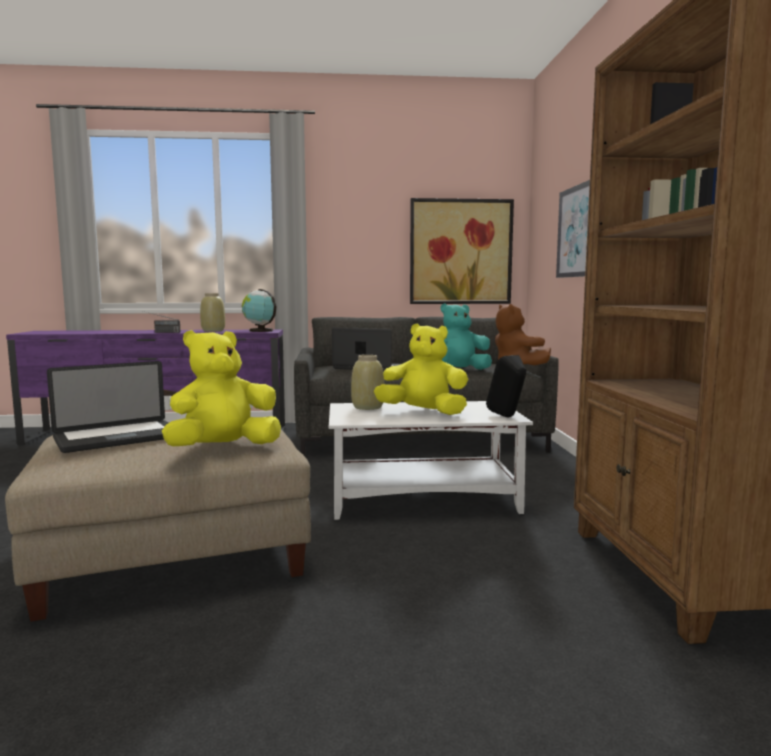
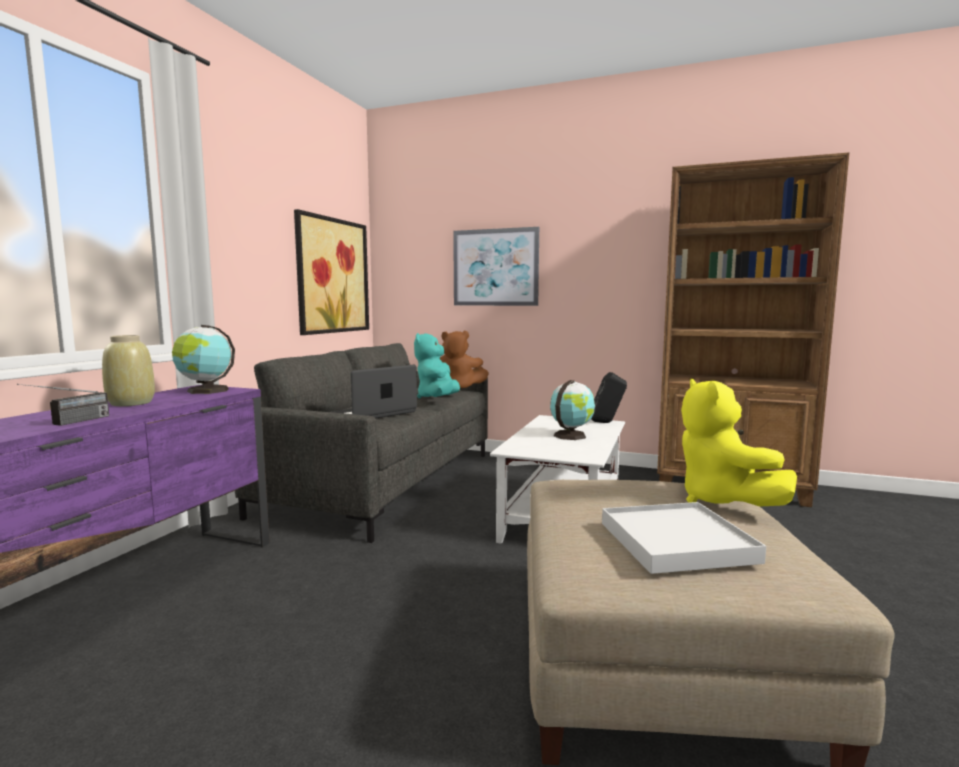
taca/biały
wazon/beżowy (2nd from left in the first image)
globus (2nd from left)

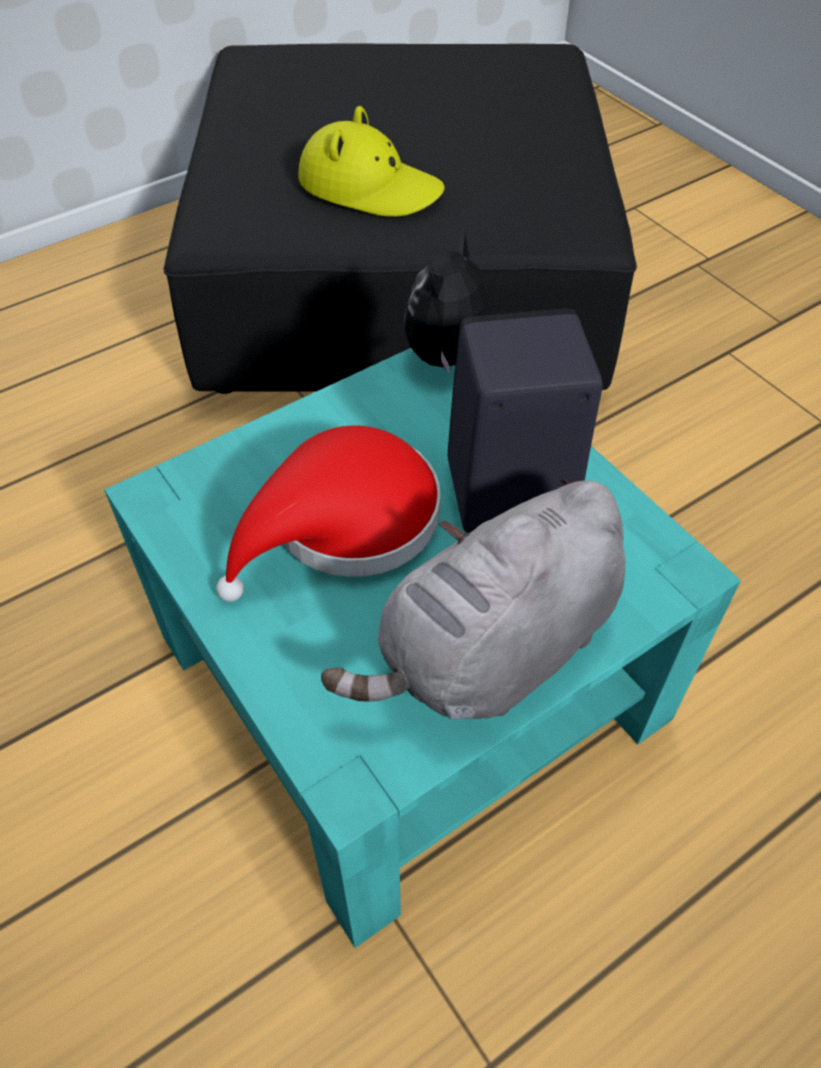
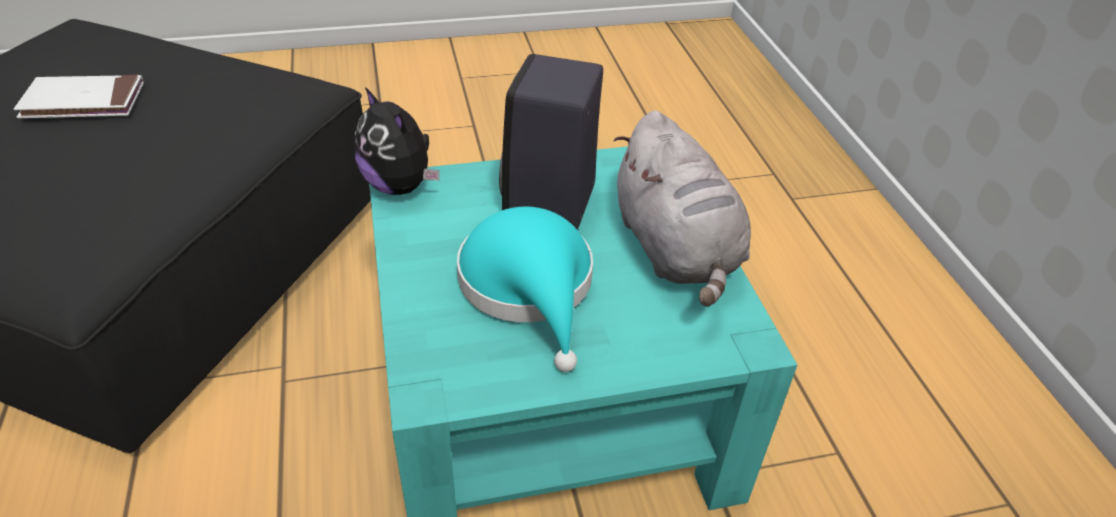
kapelusz/turkusowy
kapelusz/żółty
książka/biały

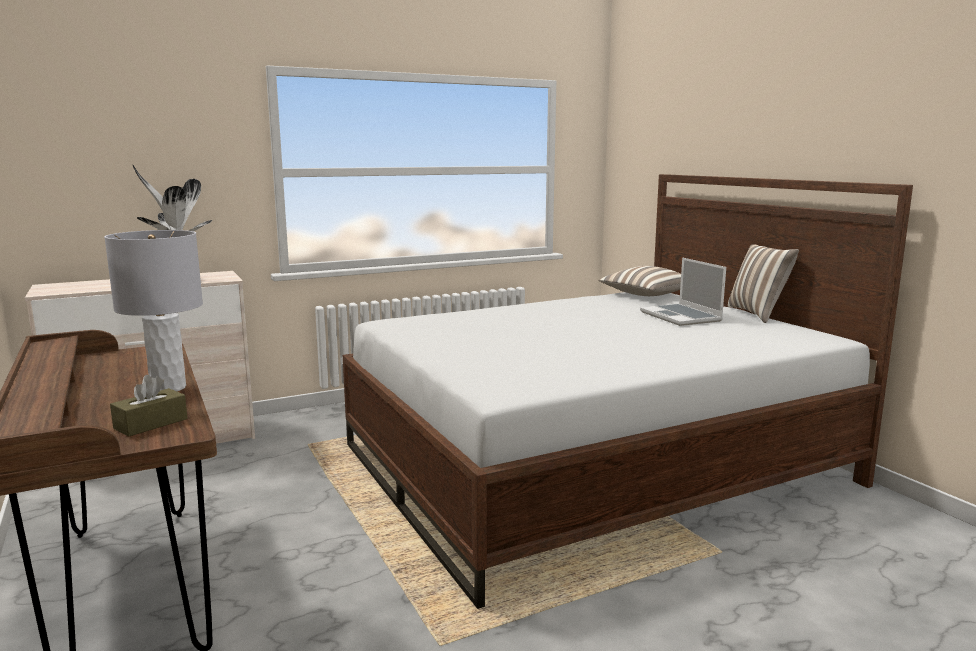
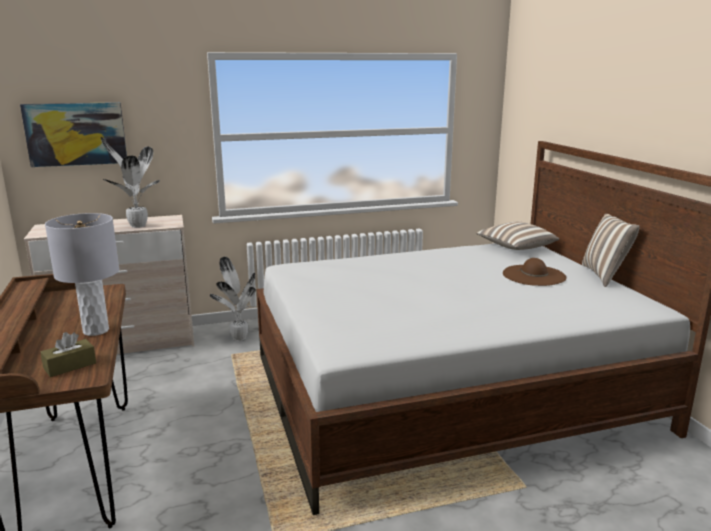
kapelusz/brązowy
obraz
roślina doniczkowa (2nd from left)

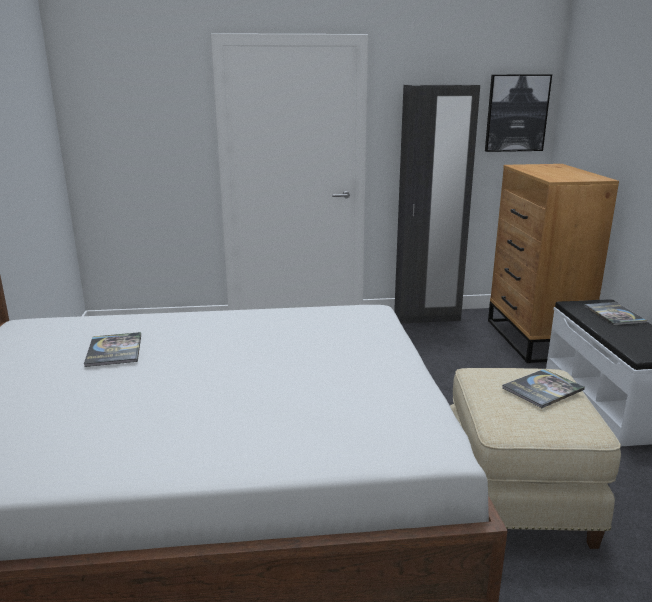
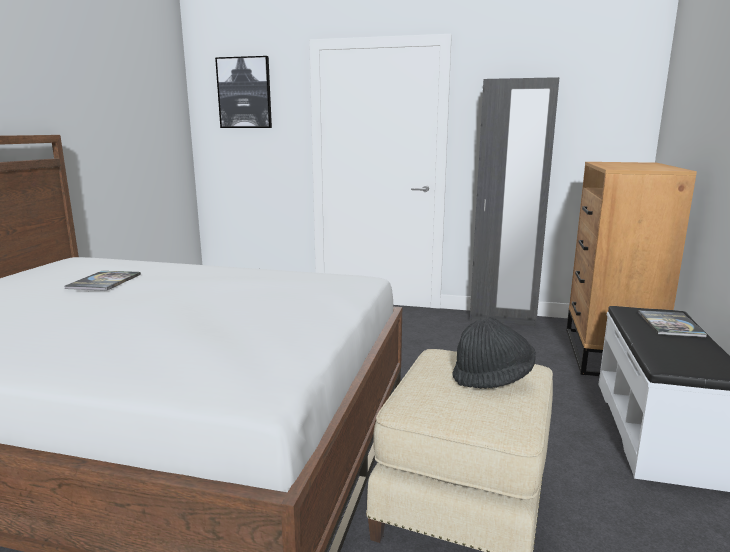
obraz
kapelusz/czarny

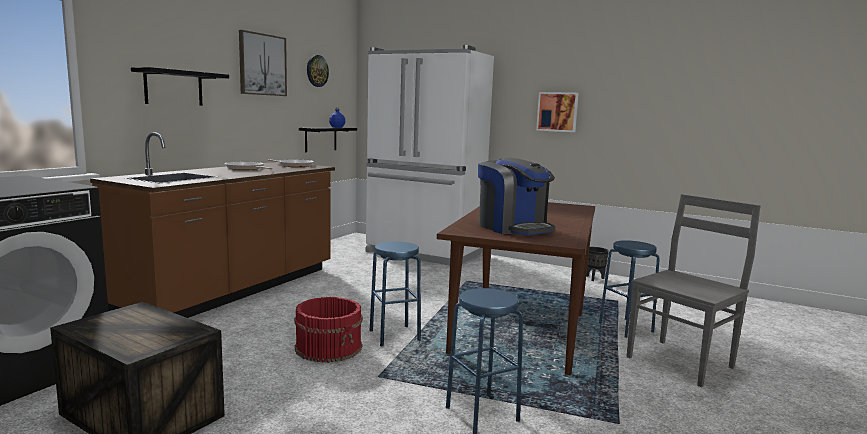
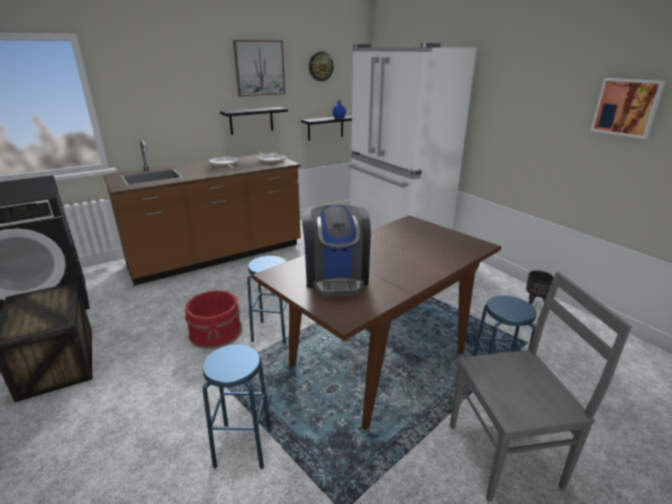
półka/czarny (1st from left)
obraz (2nd from left)

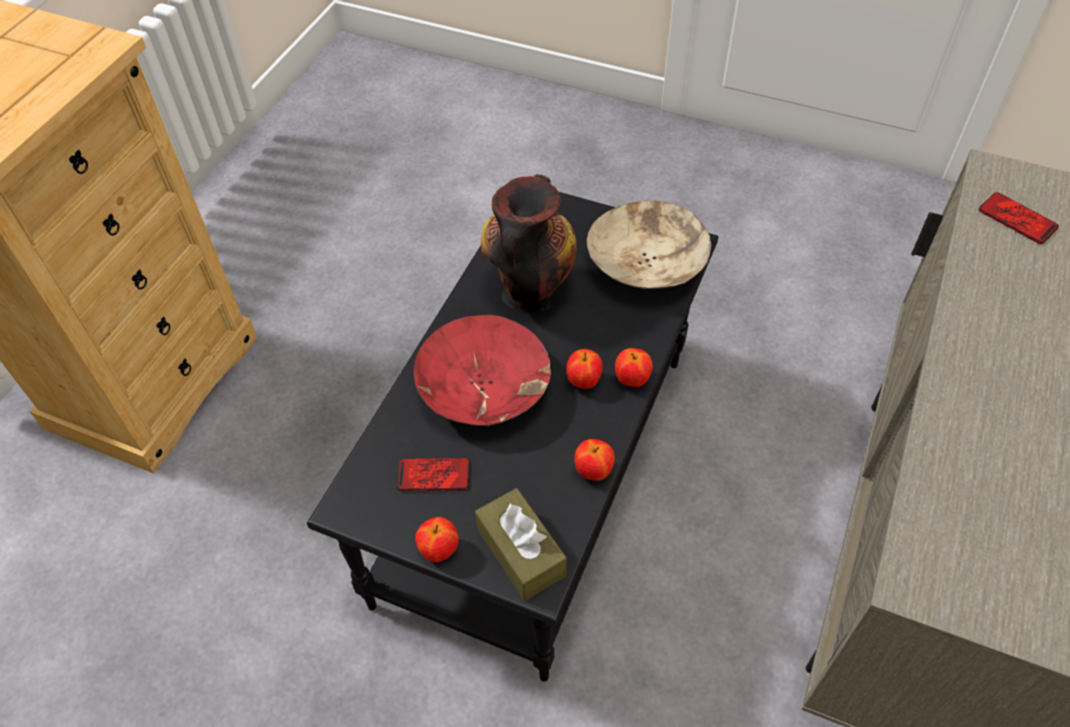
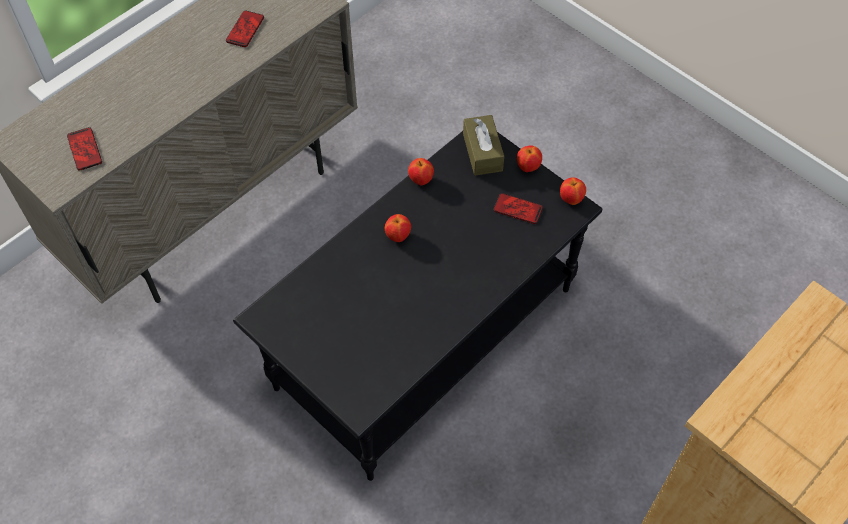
miska/czerwony
wazon
miska/beżowy
jabłko (4th from left)
telefon (2nd from left)

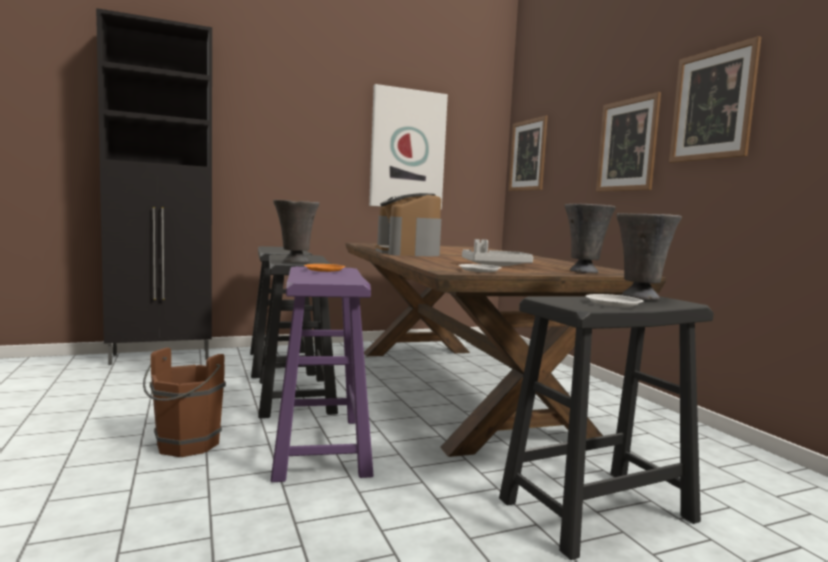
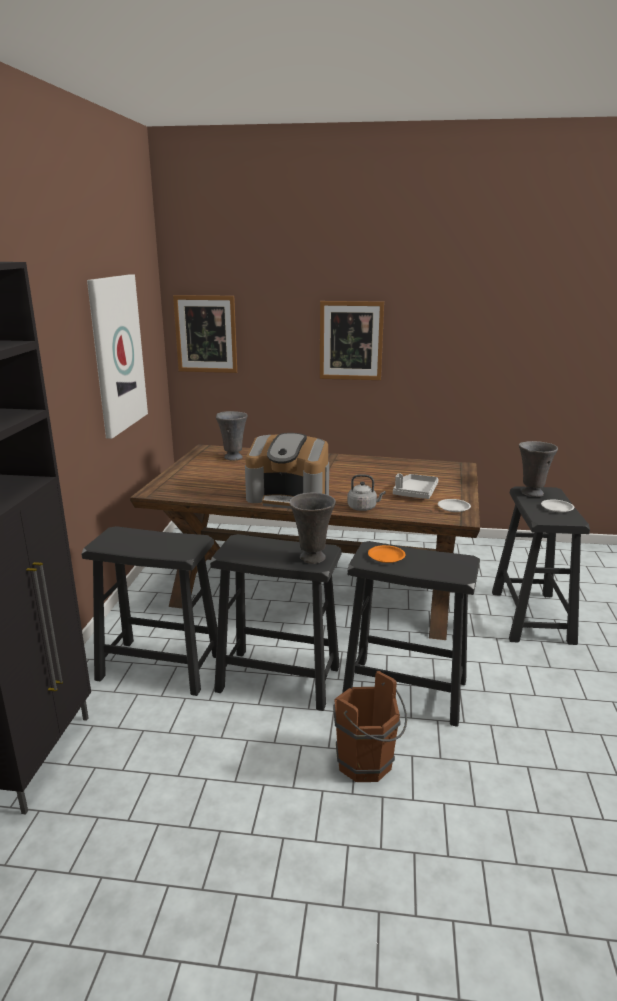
stołek/czarny (3rd from left)
wazon/szary (1st from left)
obraz (4th from left in the first image)
czajnik/szary

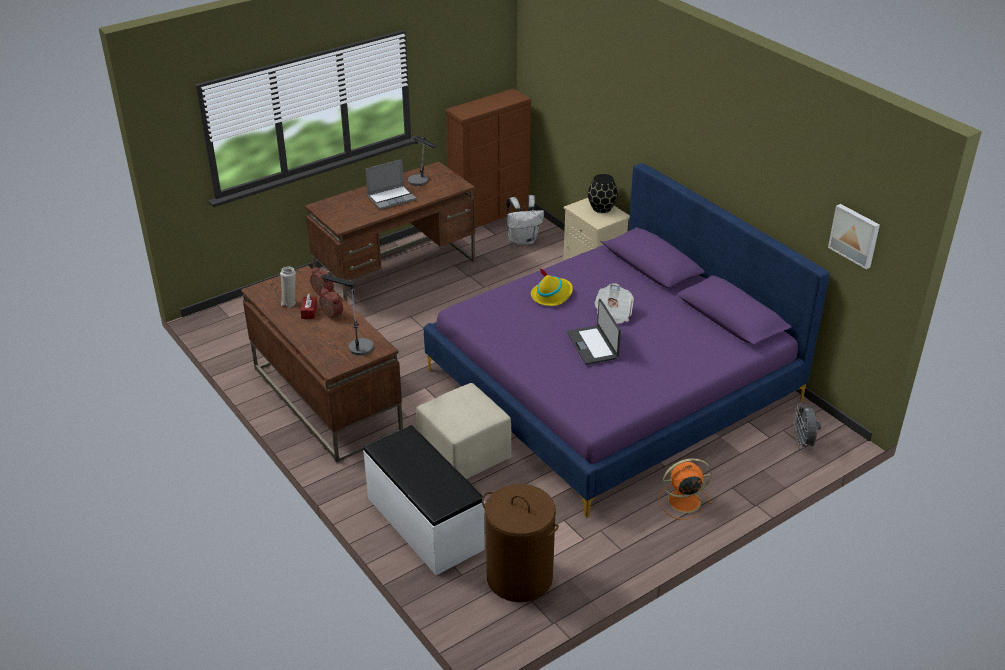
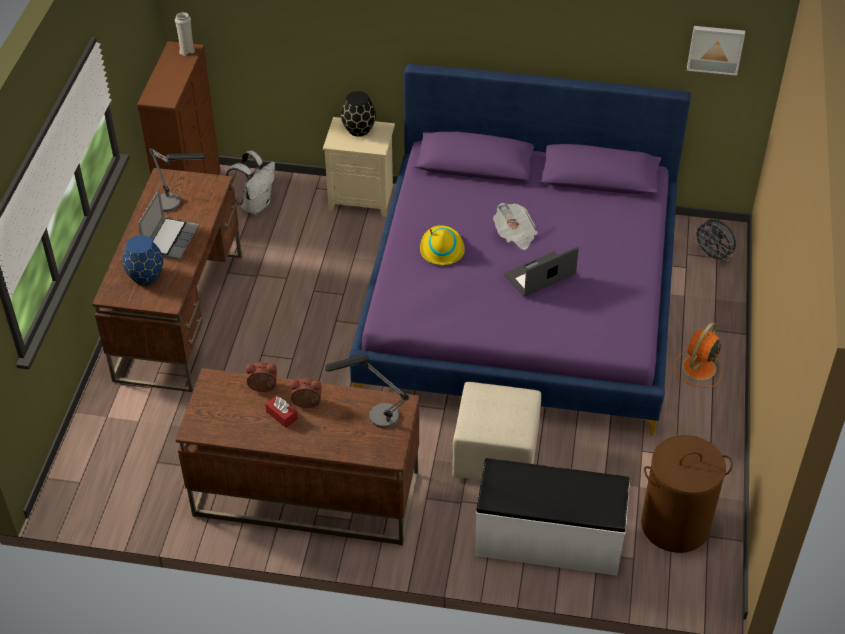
wazon/biały
laptop (2nd from left)
wazon/niebieski

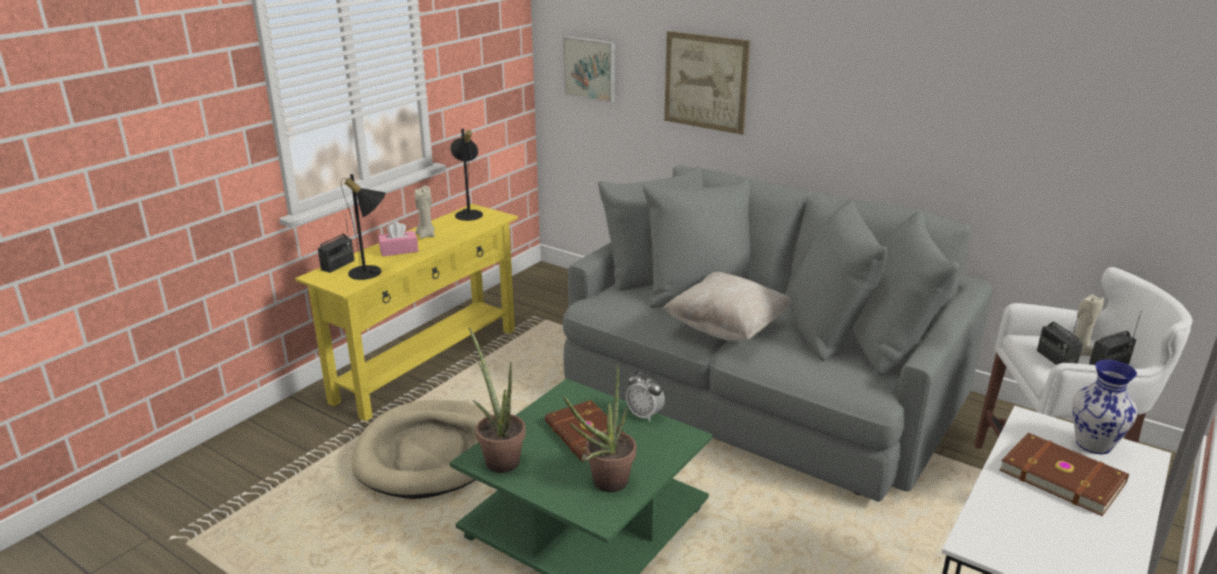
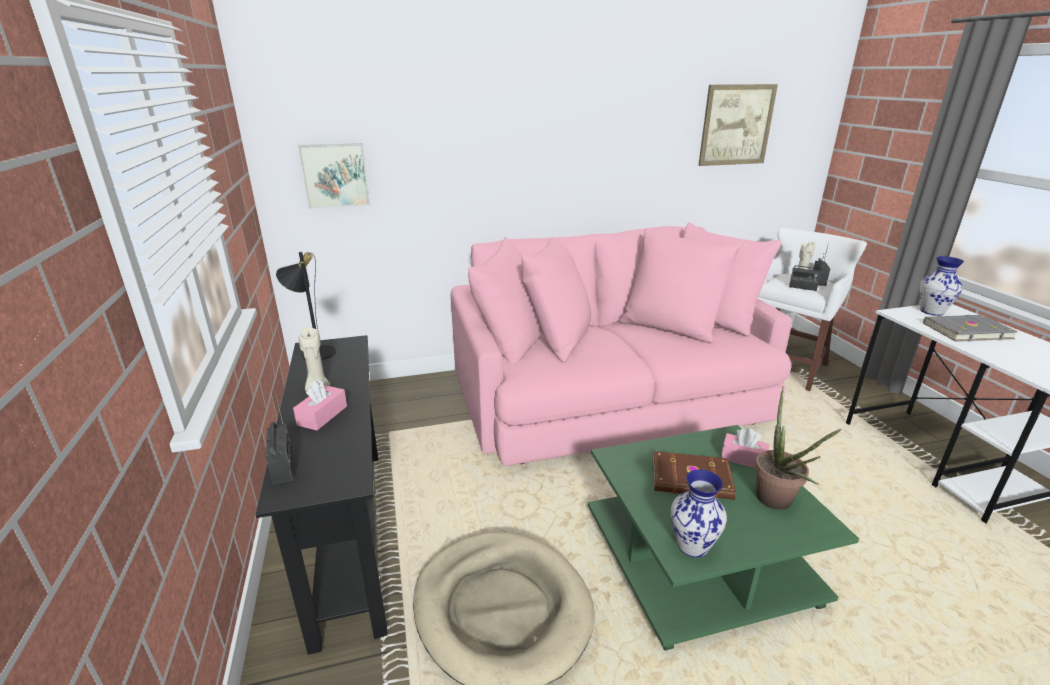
stolik konsolowy/czarny
lampa stołowa/czarny (1st from left in the first image)
wazon (1st from left)
kanapa/różowy
budzik
poduszka/beżowy
obraz (2nd from left)
książka/szary
pudełko chusteczek/różowy (2nd from left)

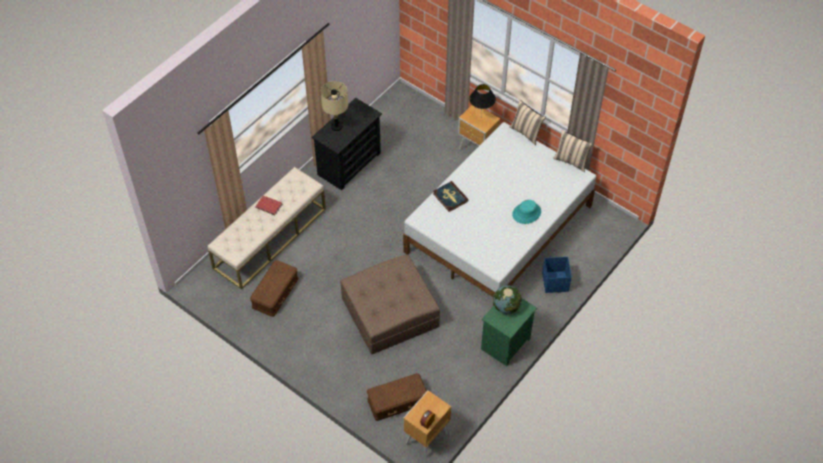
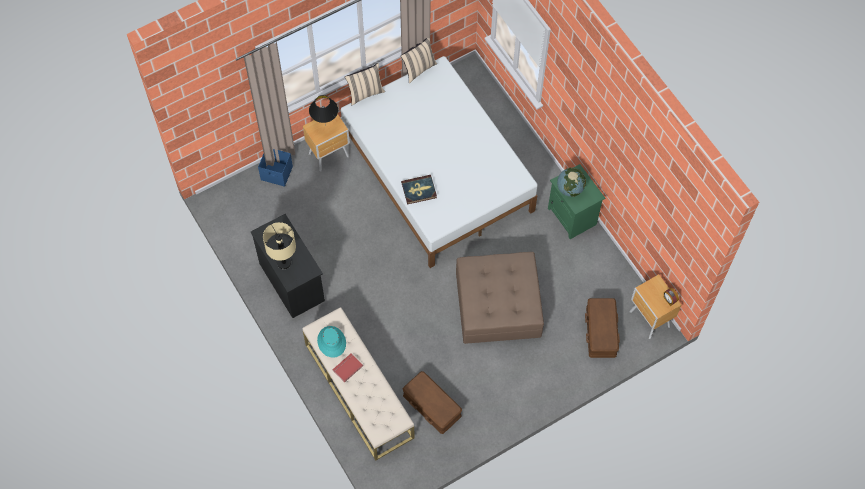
kapelusz/turkusowy
pojemnik do przechowywania/niebieski

